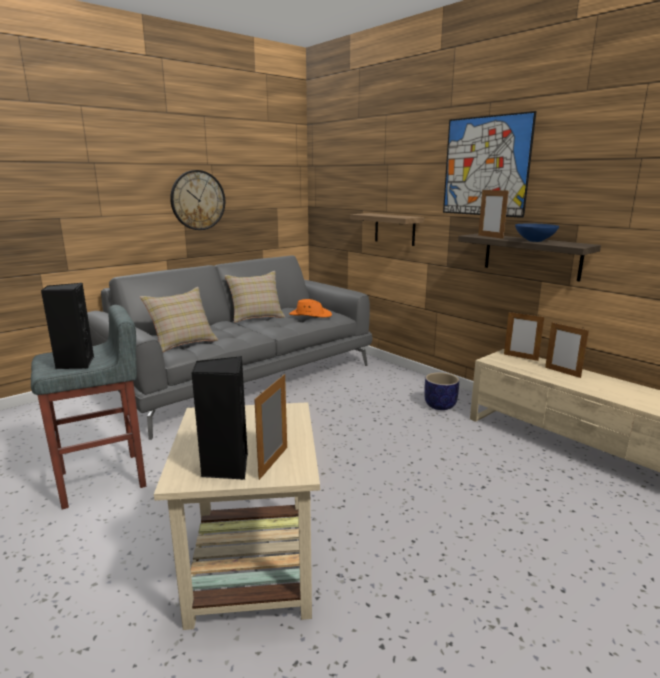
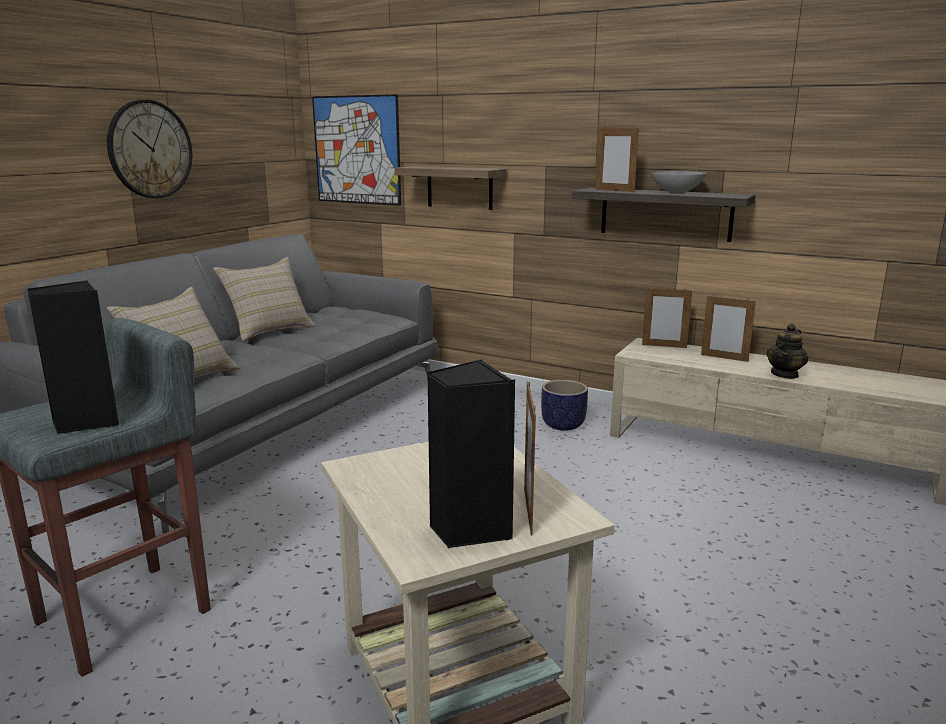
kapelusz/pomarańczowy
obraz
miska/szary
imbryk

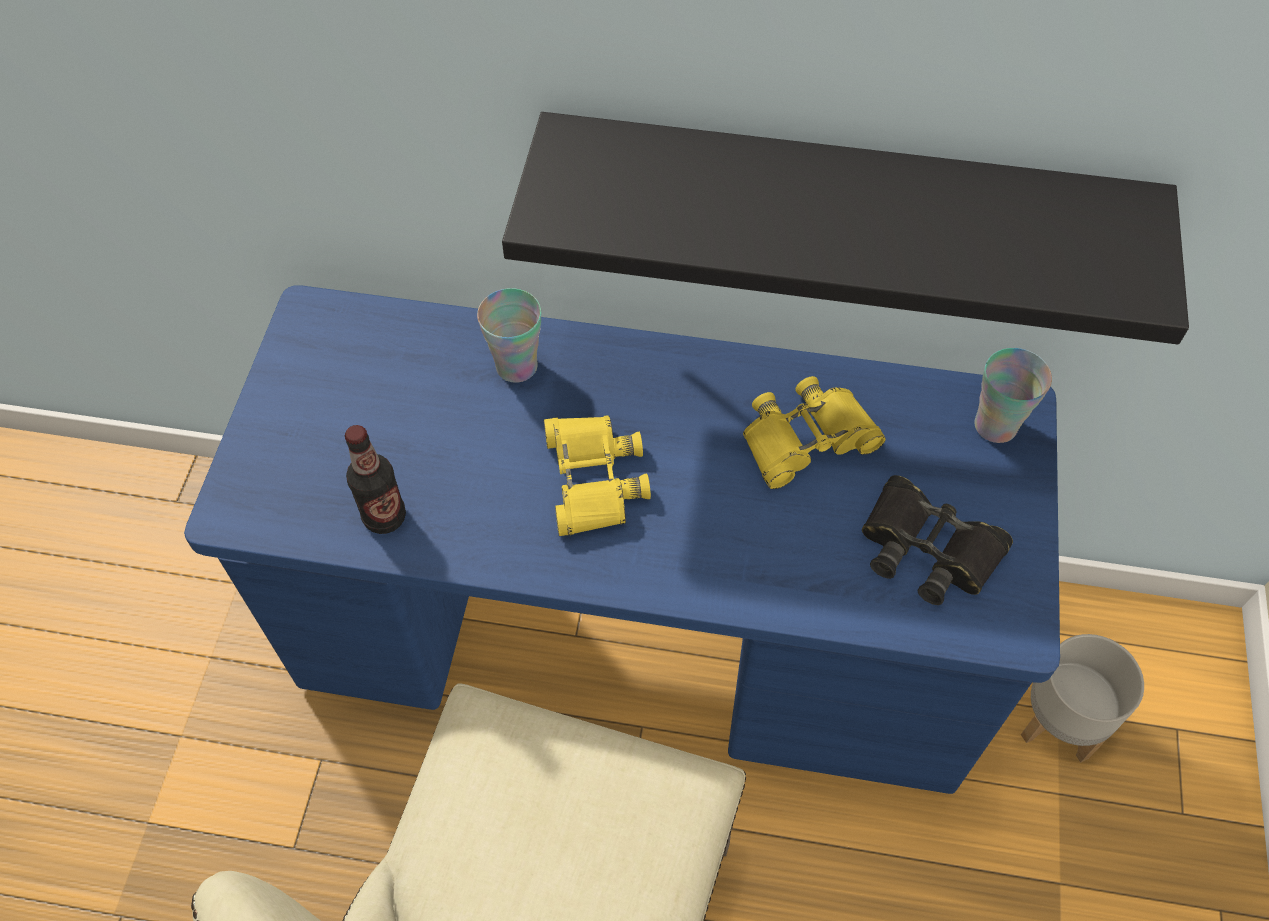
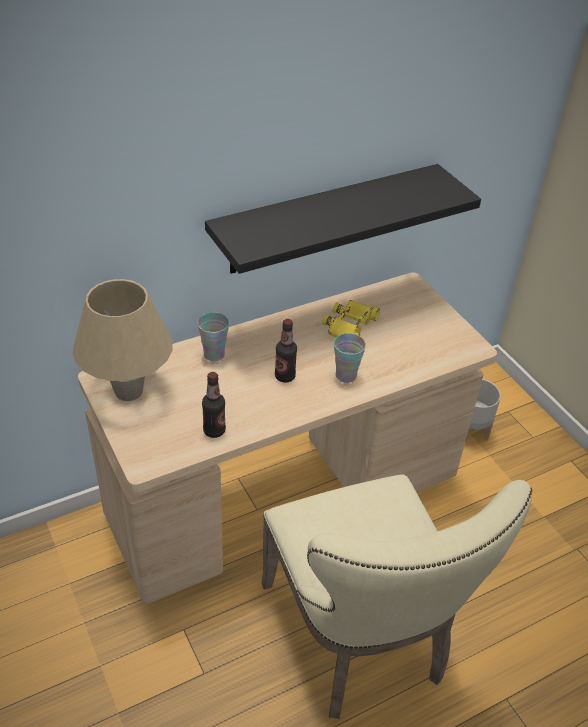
biurko/beżowy
butelka (2nd from left)
lornetka/czarny
filiżanka (2nd from left)
lampa stołowa/beżowy

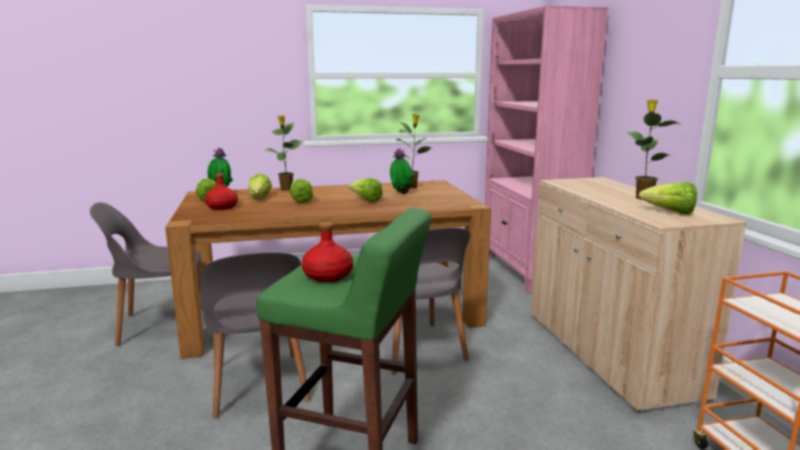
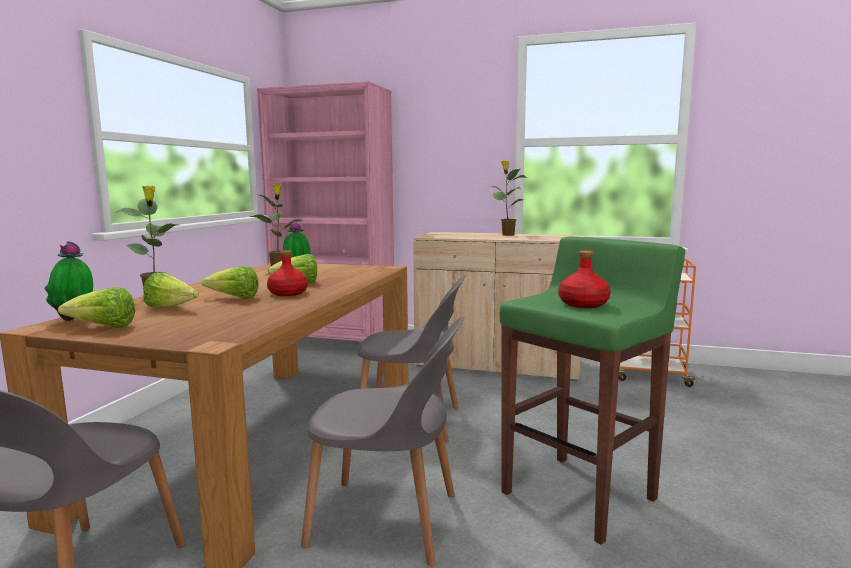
butelka/czerwony (1st from left)
sałata (5th from left in the first image)

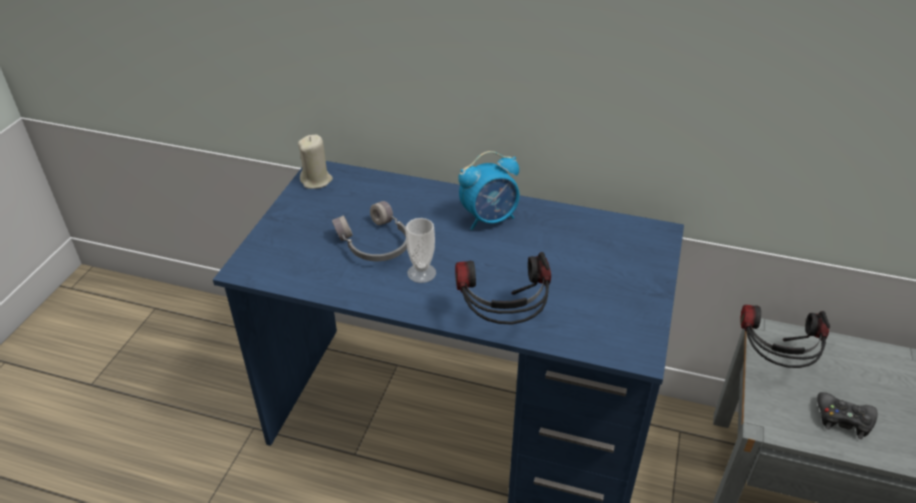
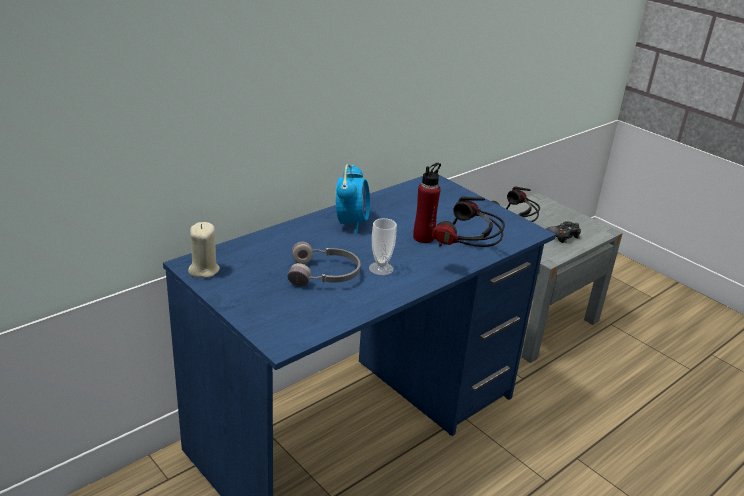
butelka/czerwony

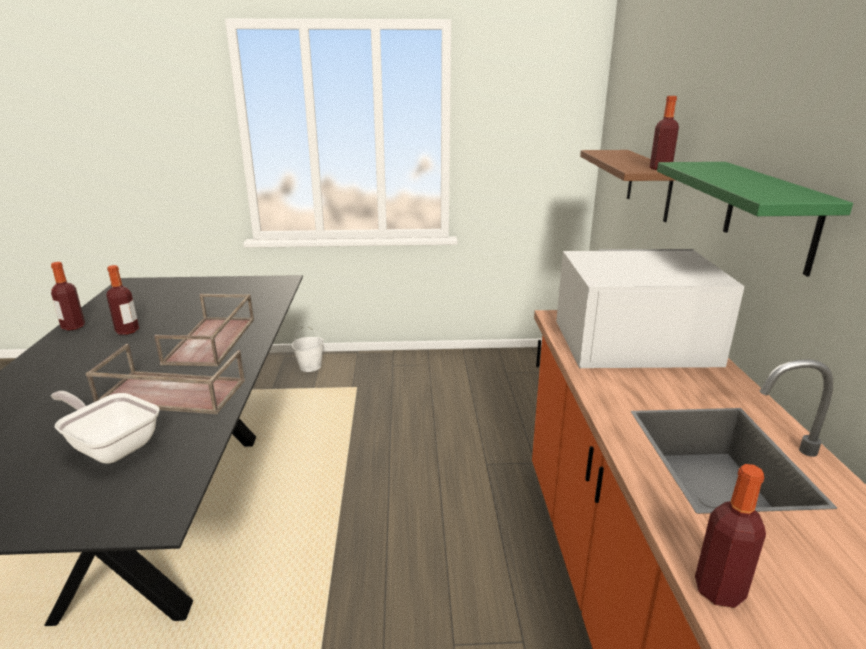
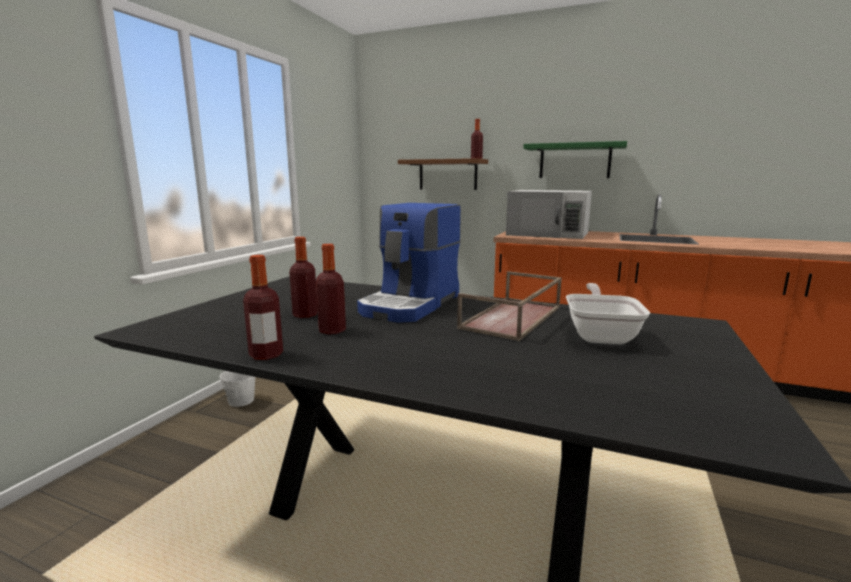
patelnia
ekspres do kawy
mikrofalówka/biały
butelka (2nd from left)

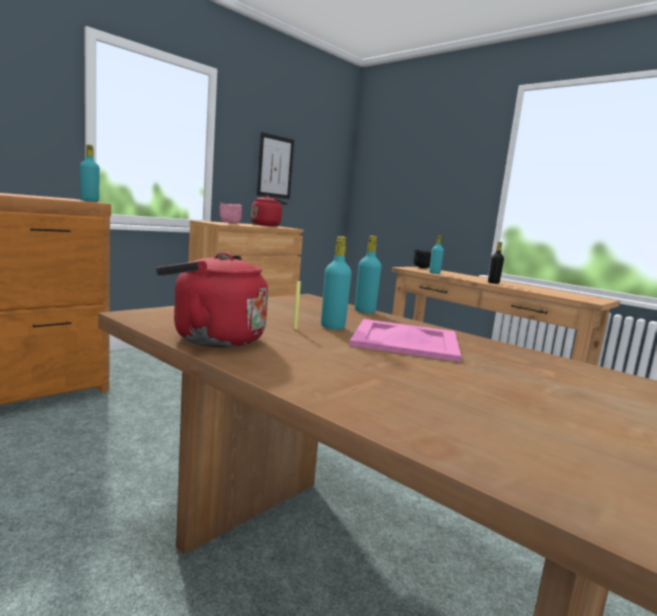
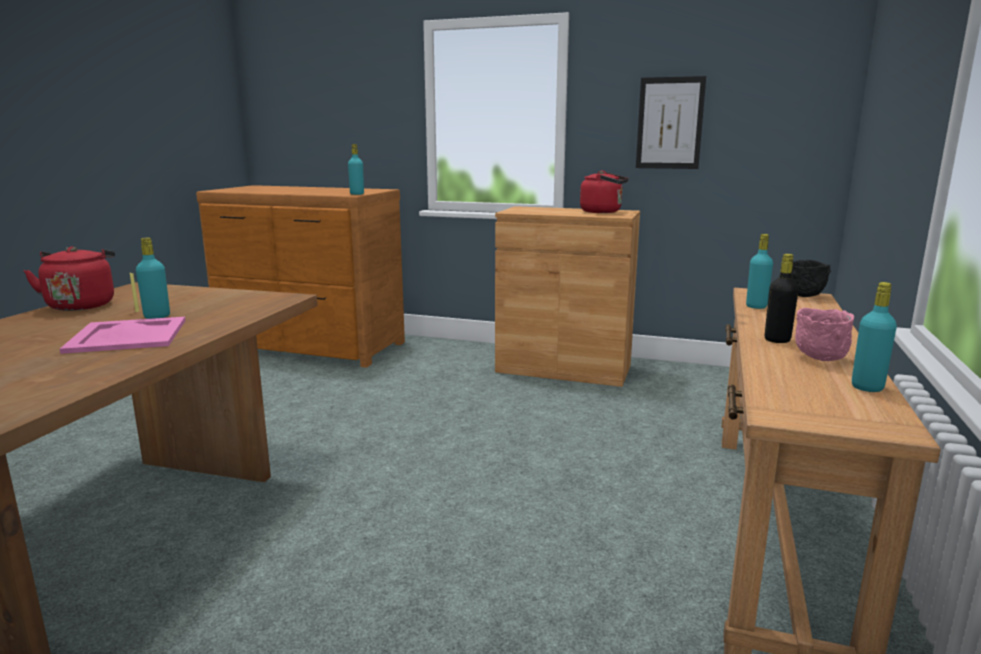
miska/różowy
butelka/turkusowy (4th from left)

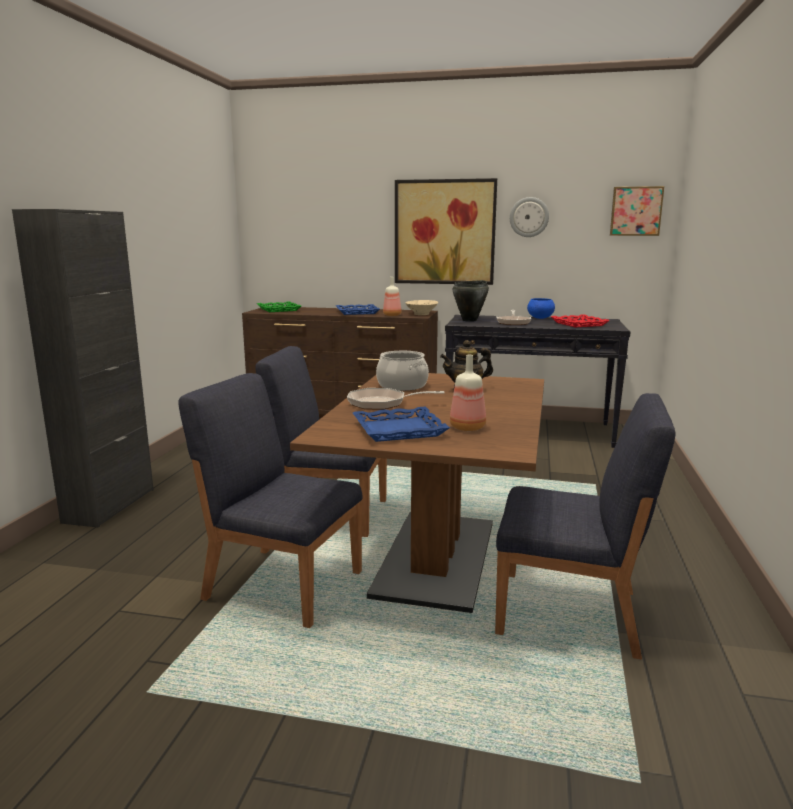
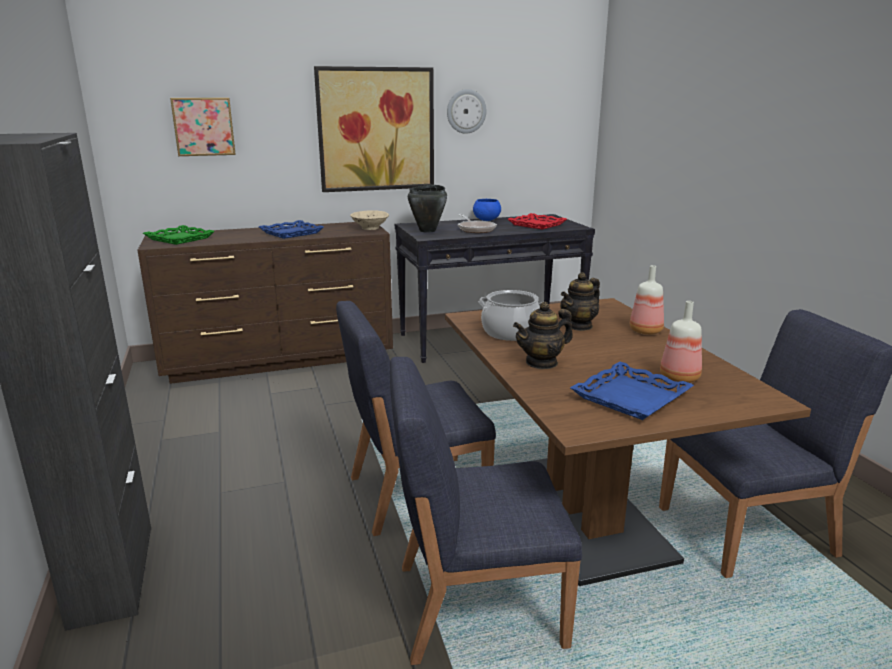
imbryk (1st from left)
butelka (1st from left)
obraz (1st from left)

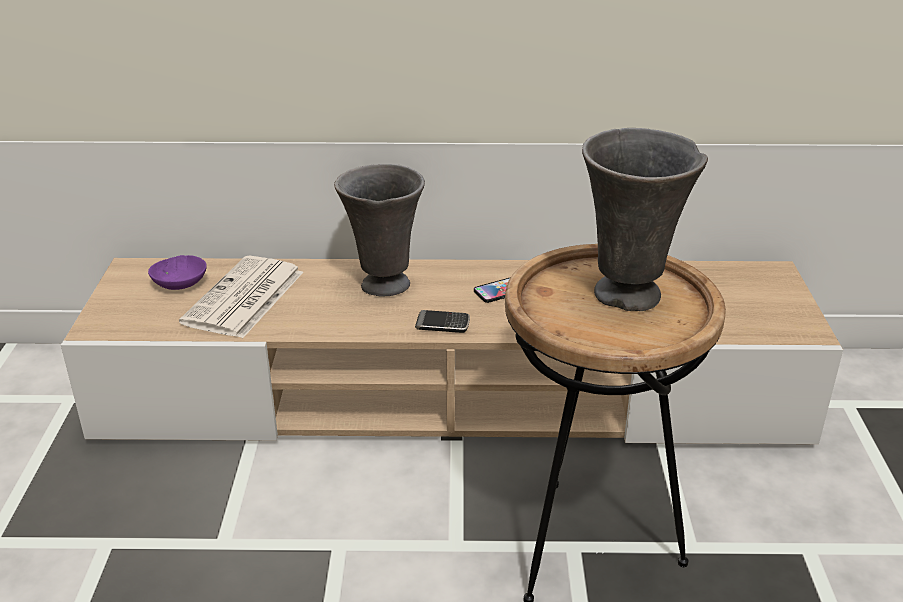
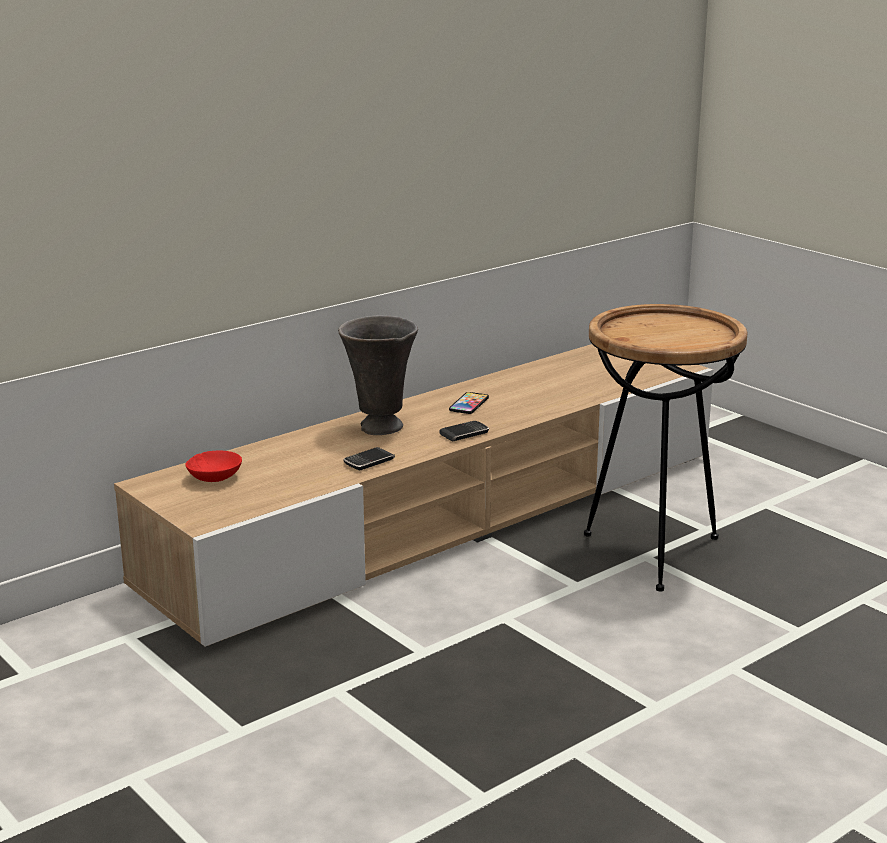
miska/czerwony
gazeta
wazon/szary (2nd from left in the first image)
telefon (1st from left)

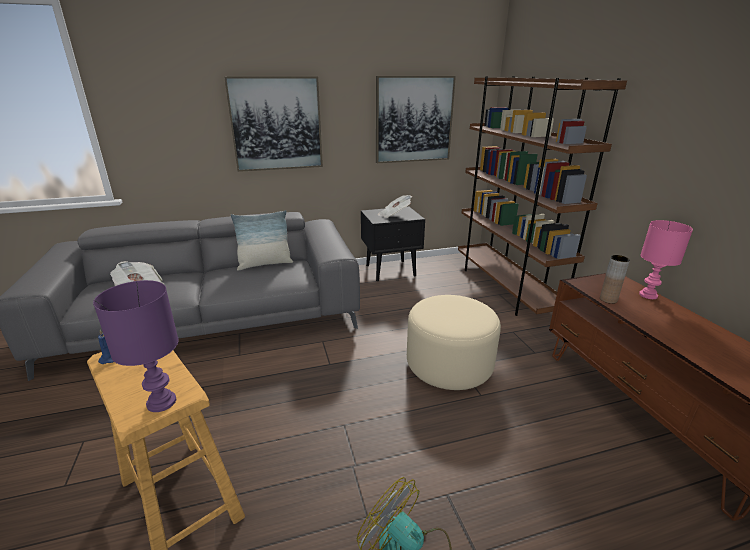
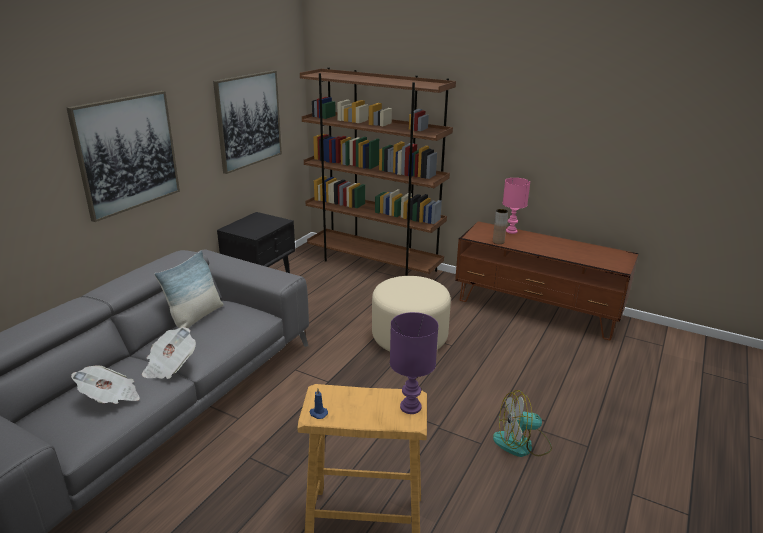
gazeta (2nd from left)

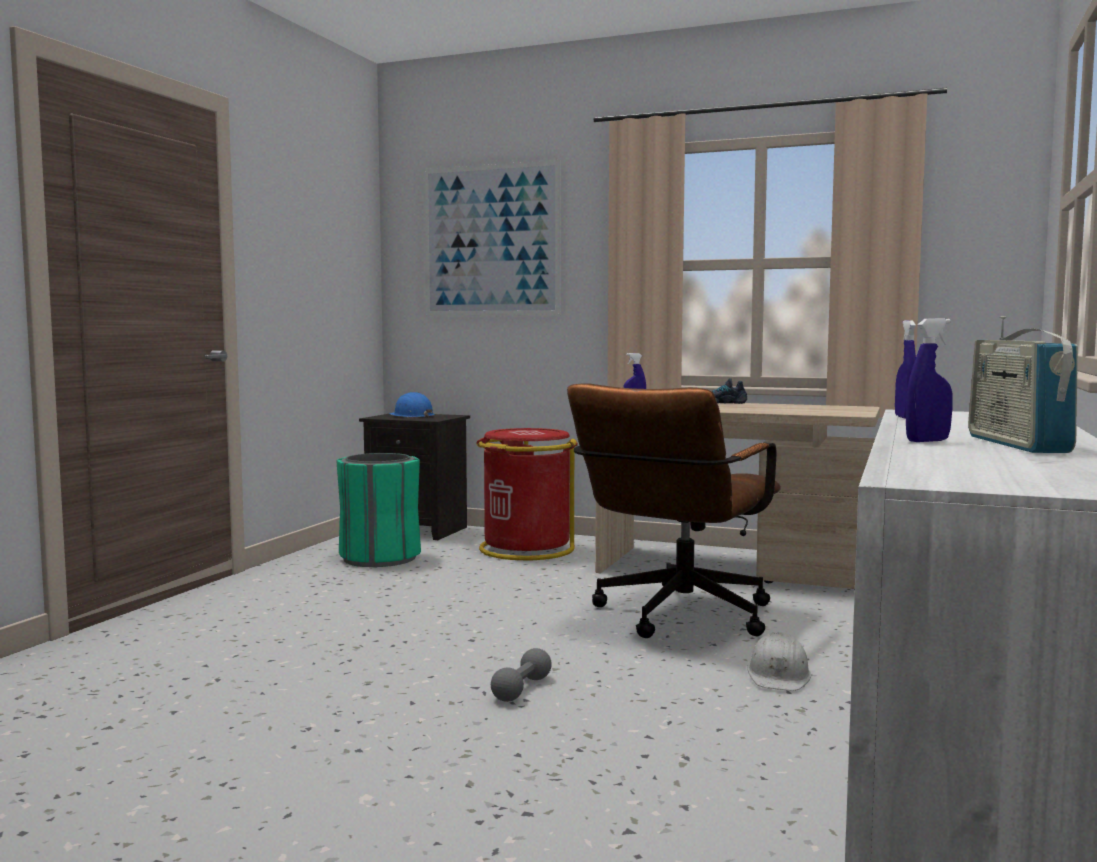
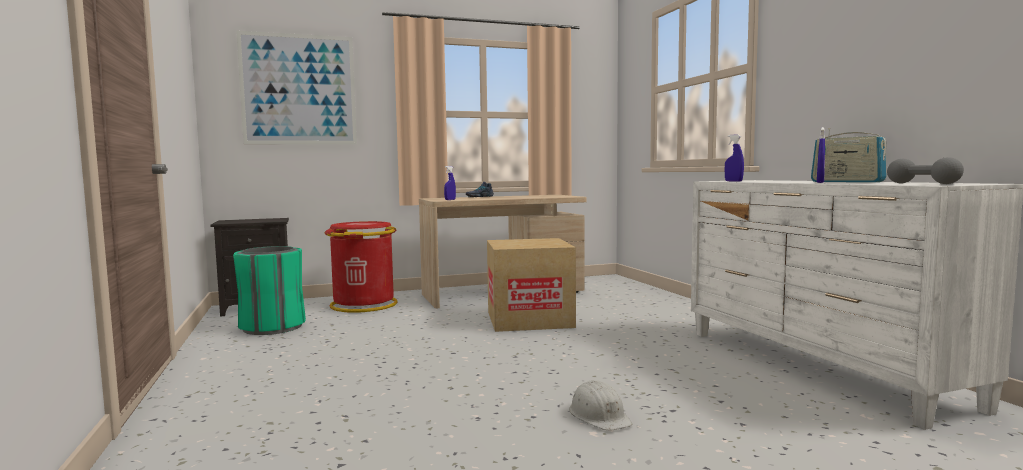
kask/niebieski
hantel/szary
karton
kask/biały

